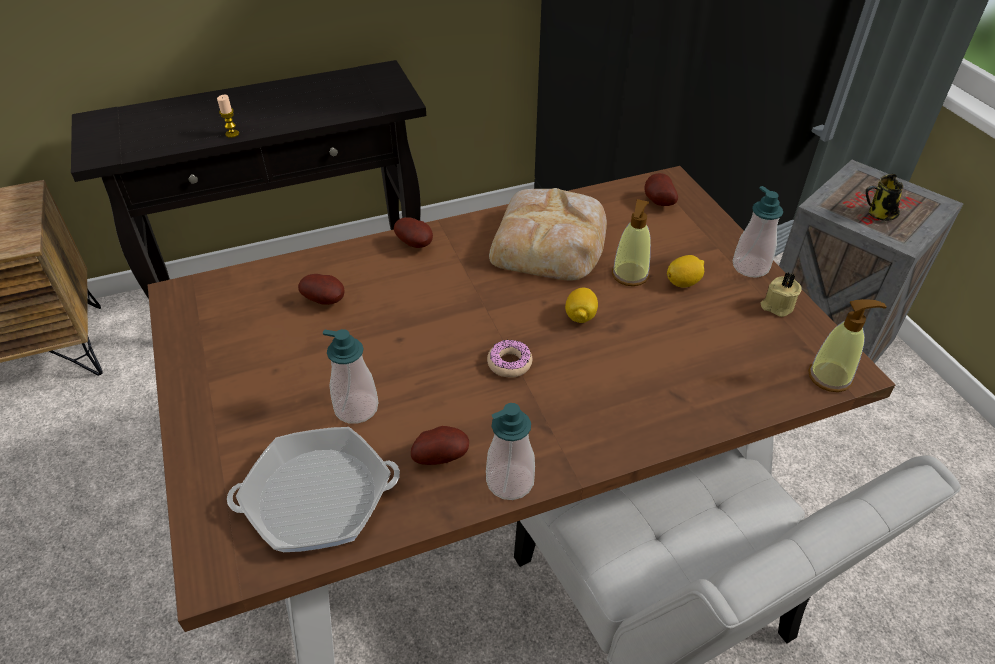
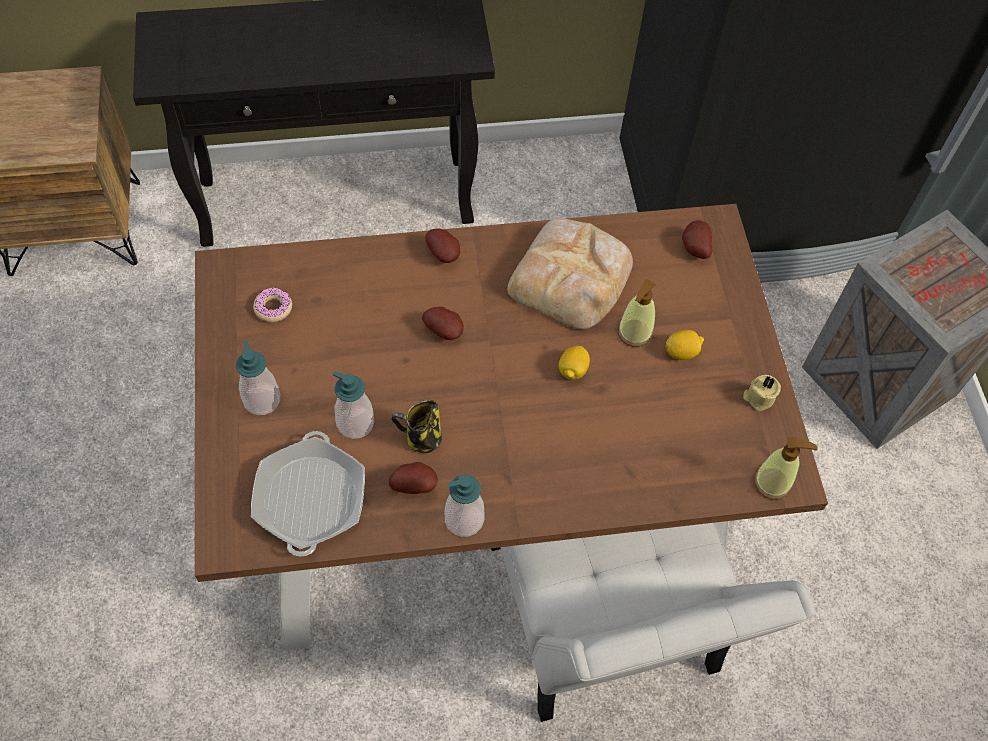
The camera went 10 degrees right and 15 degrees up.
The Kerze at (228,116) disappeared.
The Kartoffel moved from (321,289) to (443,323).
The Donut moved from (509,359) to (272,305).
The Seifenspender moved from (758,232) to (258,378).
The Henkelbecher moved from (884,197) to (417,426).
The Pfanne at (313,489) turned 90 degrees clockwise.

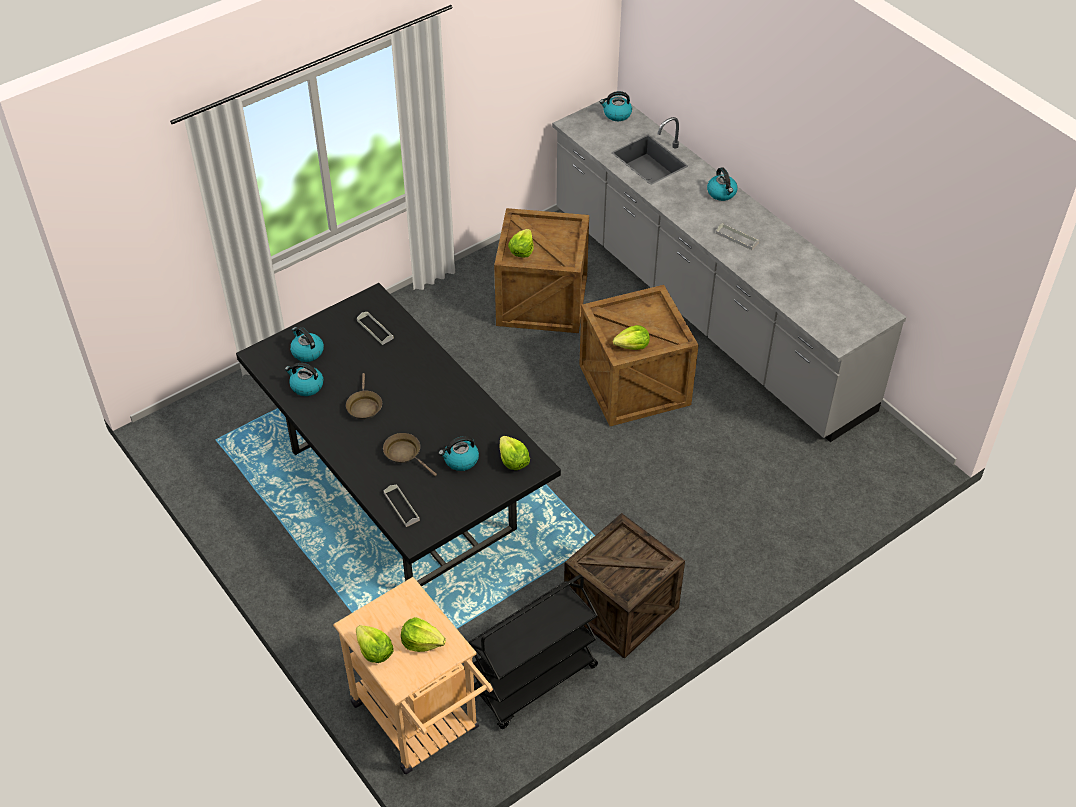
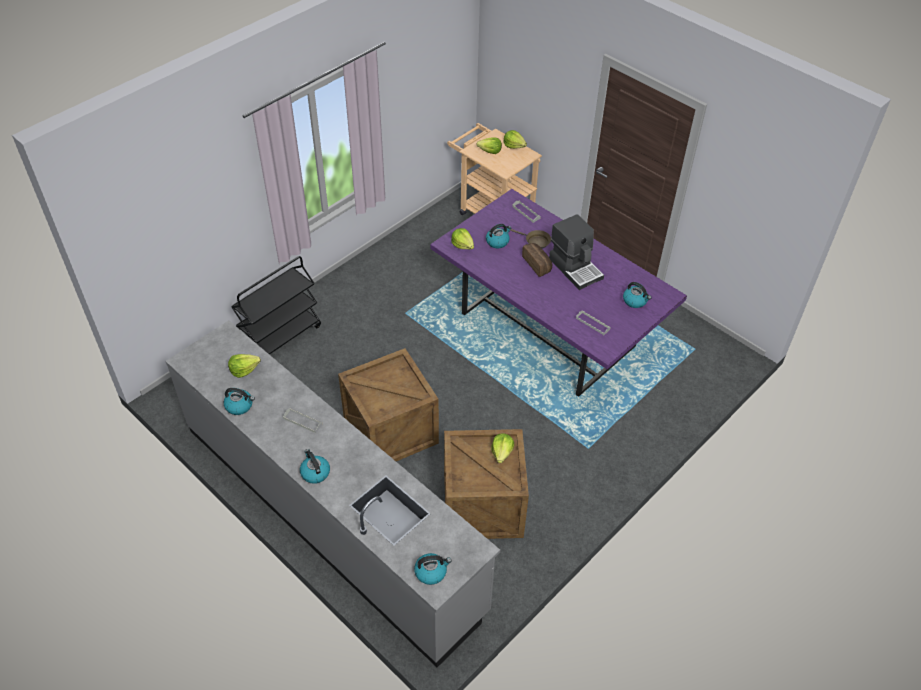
The camera went 170 degrees right and 0 degrees up.
The Kiste at (624,586) disappeared.
The Brot at (537,260) appeared.
The Wasserkessel moved from (304,379) to (239,401).
The Rollwagen/schwarz moved from (533,652) to (276,305).
The Salatkopf moved from (631,337) to (244,366).
The Pfanne/braun at (364,396) was replaced by the Kaffeemaschine at (576,252).
The Esstisch/schwarz at (398,435) became the Esstisch/lila at (558,293).

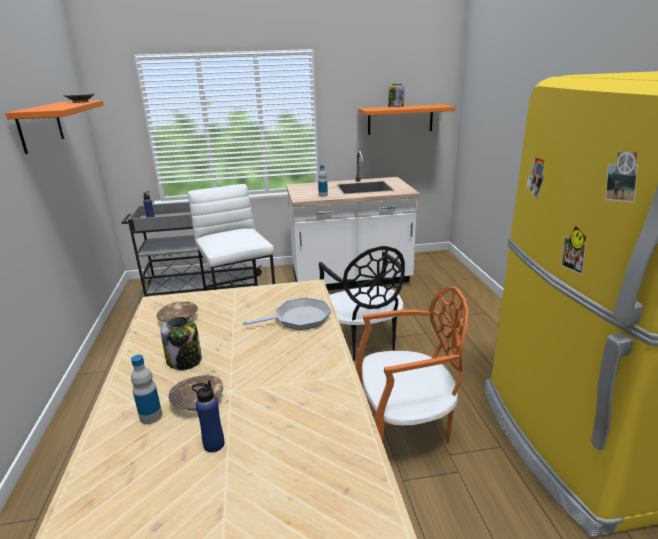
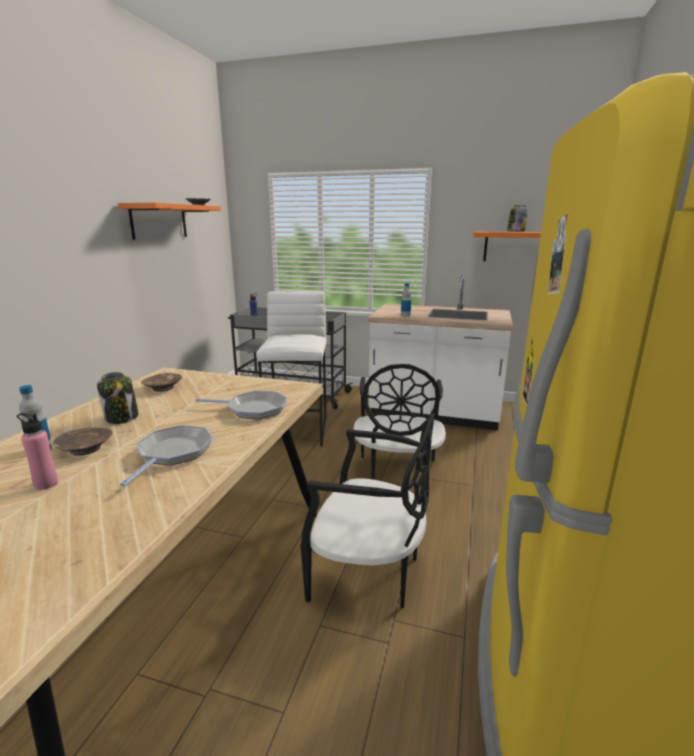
The camera went 25 degrees right and 5 degrees down.
The Pfanne at (166,456) appeared.
The Flasche/blau at (208,416) became the Flasche/rosa at (37,451).
The Stuhl/orange at (412,365) became the Stuhl/schwarz at (367,510).

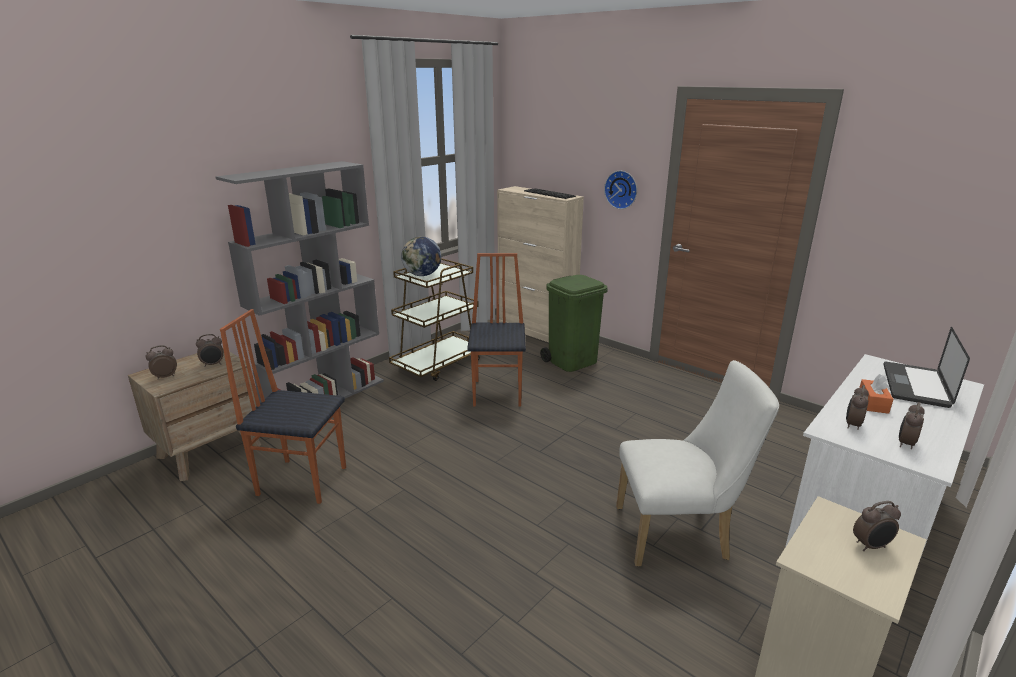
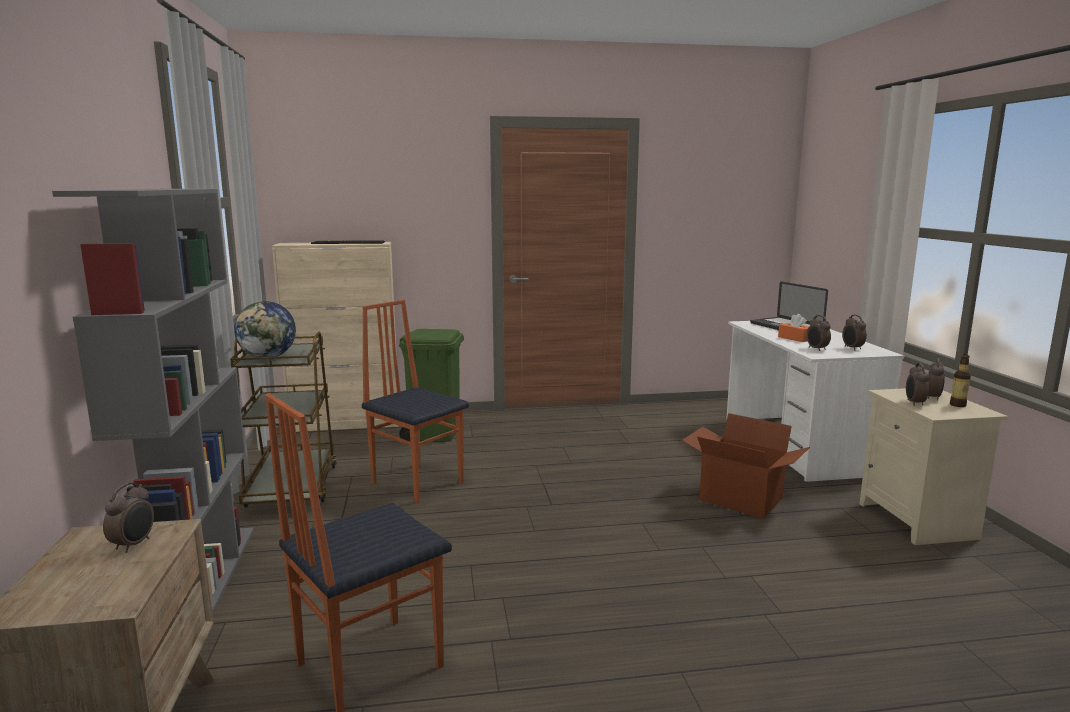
The camera went 50 degrees left and 10 degrees down.
The Wanduhr at (620,190) disappeared.
The Flasche at (960,380) appeared.
The Wecker moved from (161,362) to (917,384).
The Stuhl/weiß at (697,463) was replaced by the Karton at (746,465).

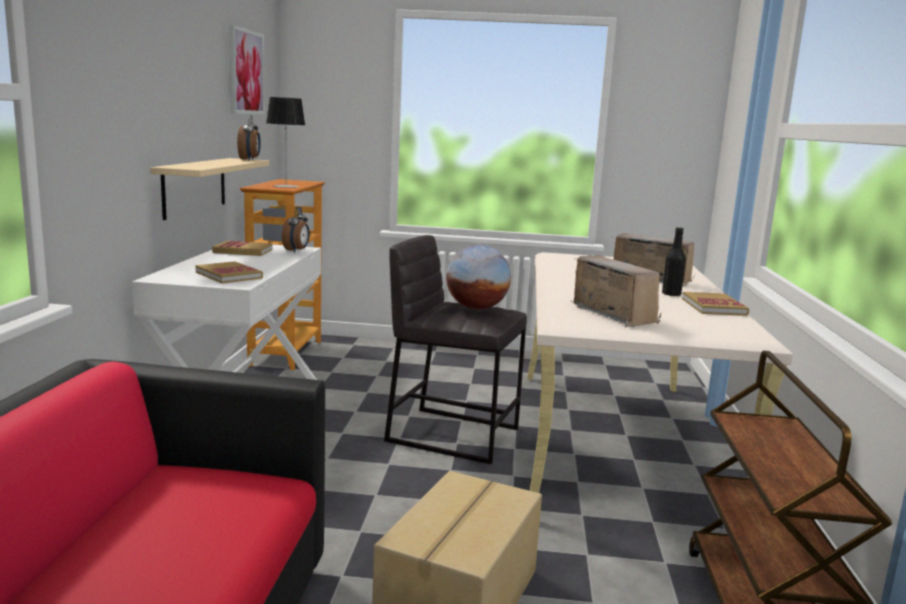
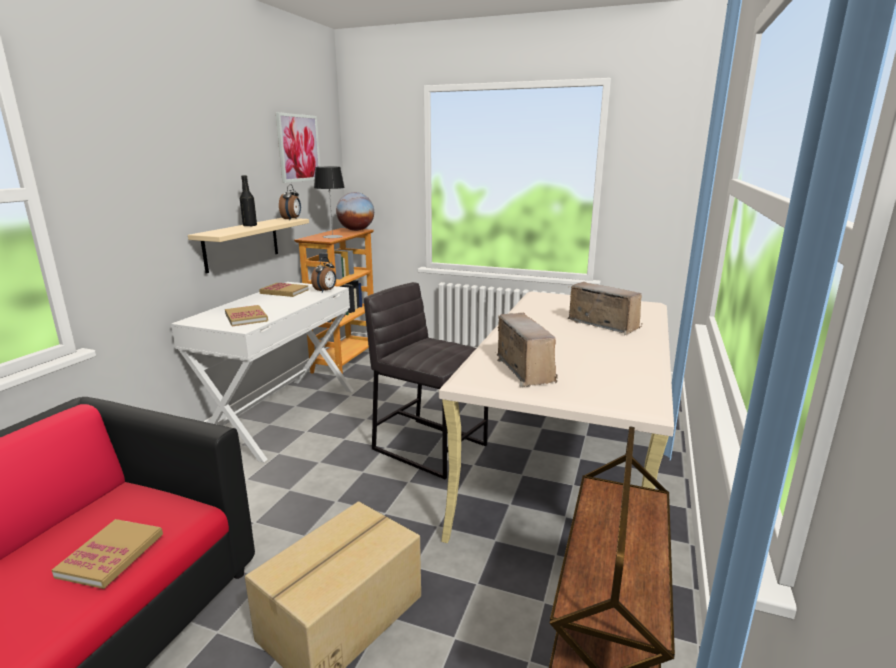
The camera went 15 degrees right and 5 degrees up.
The Globus moved from (478,277) to (355,211).
The Flasche/schwarz moved from (674,261) to (248,201).
The Buch moved from (715,304) to (107,554).

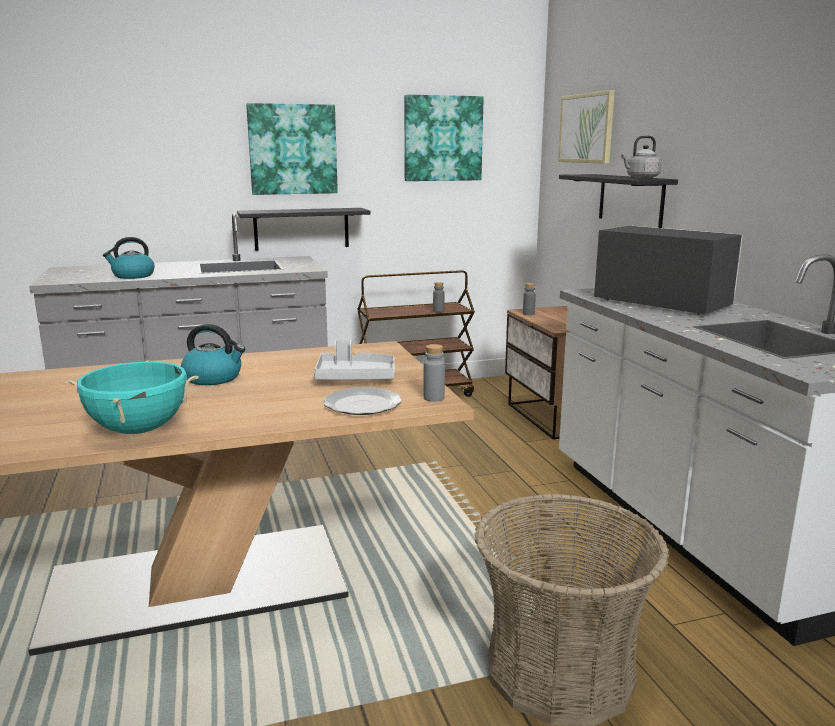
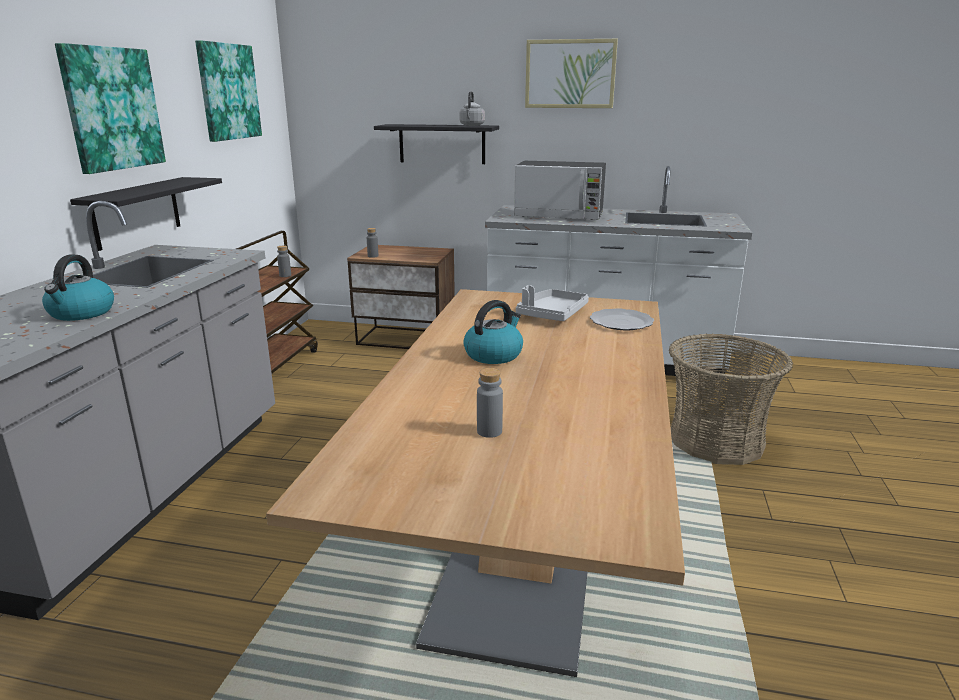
The camera went 60 degrees left and 5 degrees up.
The Kochtopf/türkis at (132,397) disappeared.
The Flasche/grau moved from (434,373) to (490,403).
The Bild moved from (586,127) to (571,73).
The Mikrowelle at (668,270) turned 150 degrees counterclockwise.

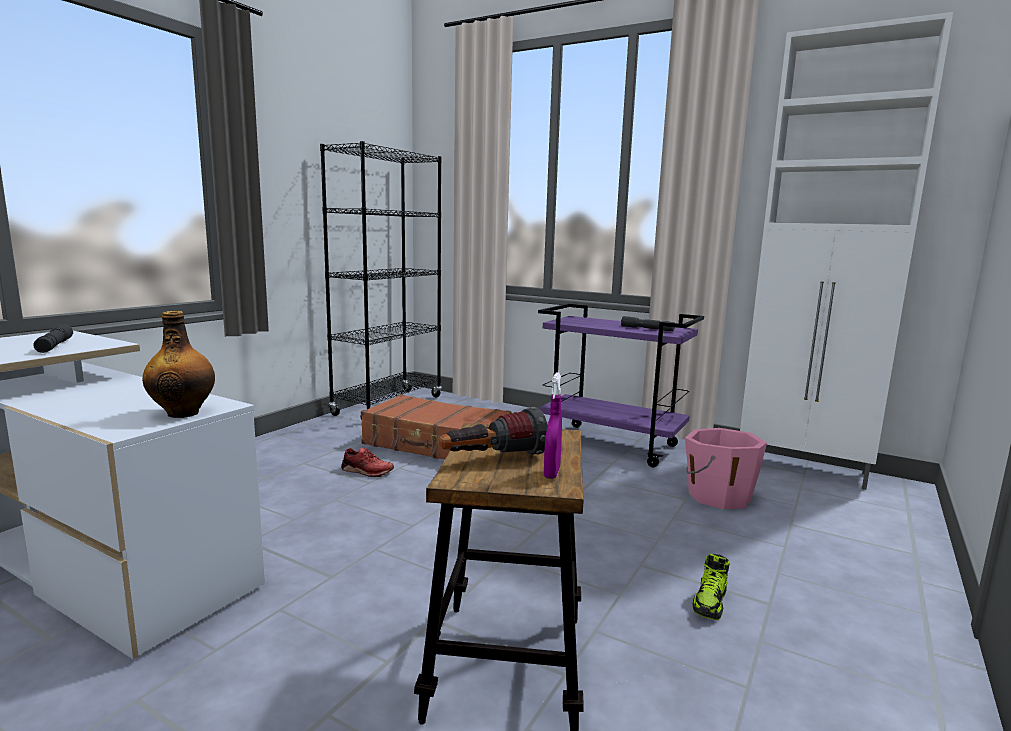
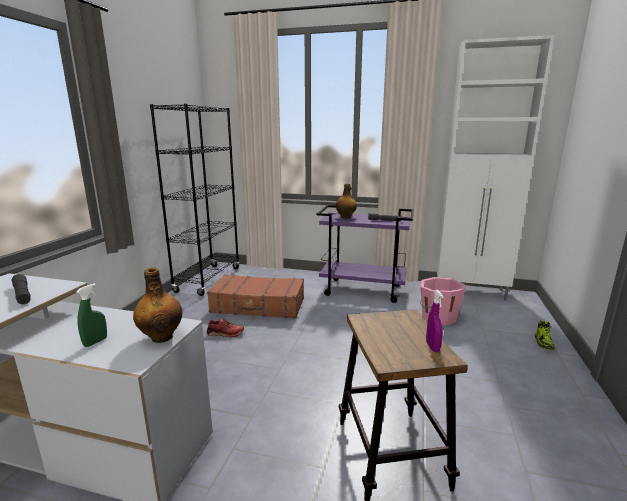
The camera went 15 degrees left and 5 degrees up.
The Taschenlampe at (493,431) disappeared.
The Sprühflasche/grün at (91,315) appeared.
The Flasche at (346,201) appeared.
The Schuh moved from (711,587) to (545,335).

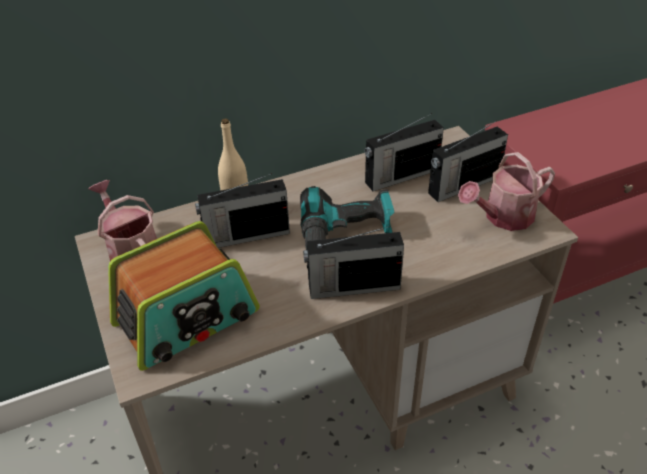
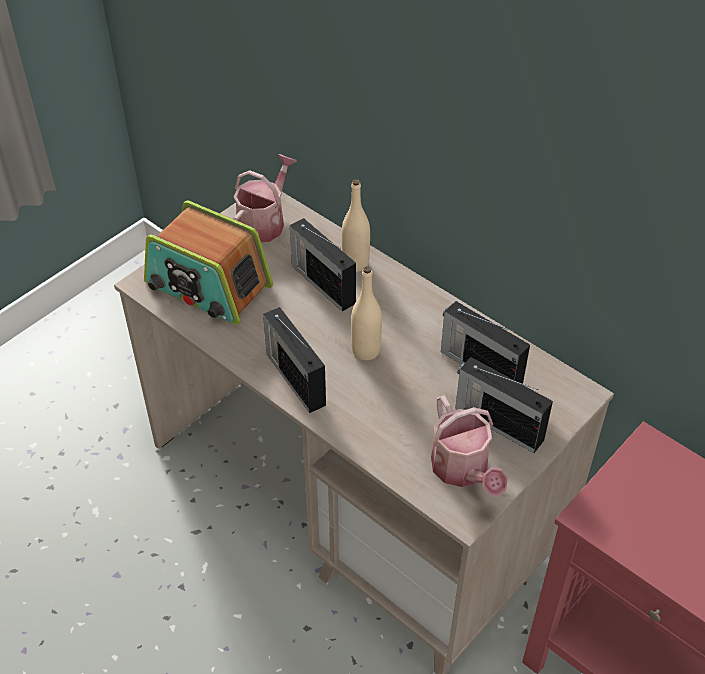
The camera went 65 degrees right and 5 degrees up.
The Bohrmaschine at (347,218) was replaced by the Flasche/beige at (366,313).
The Gießkanne at (506,191) turned 150 degrees counterclockwise.

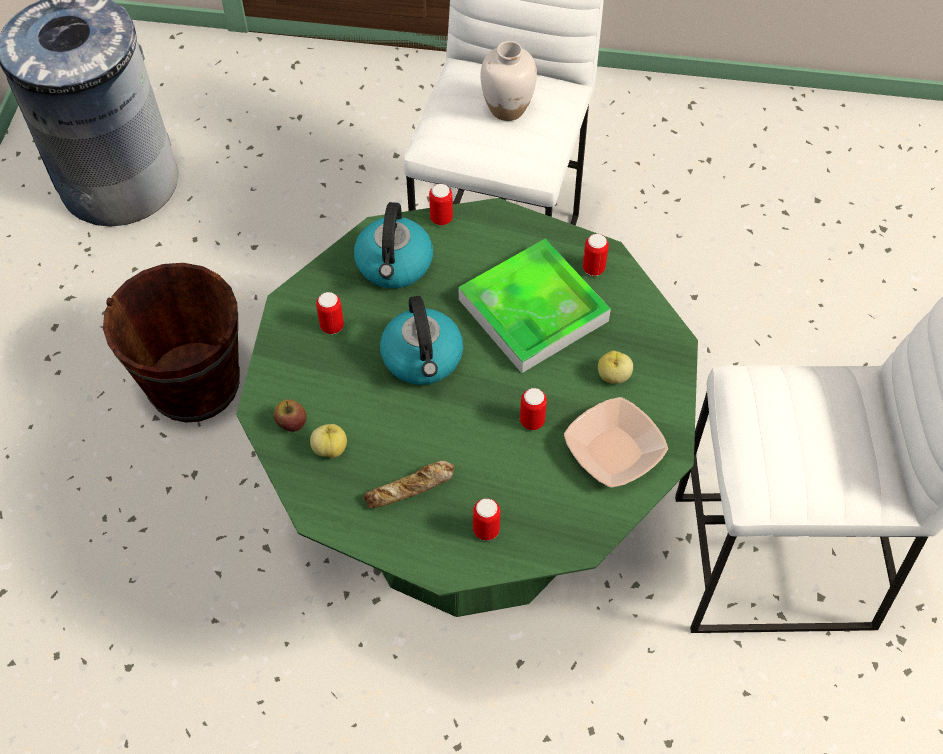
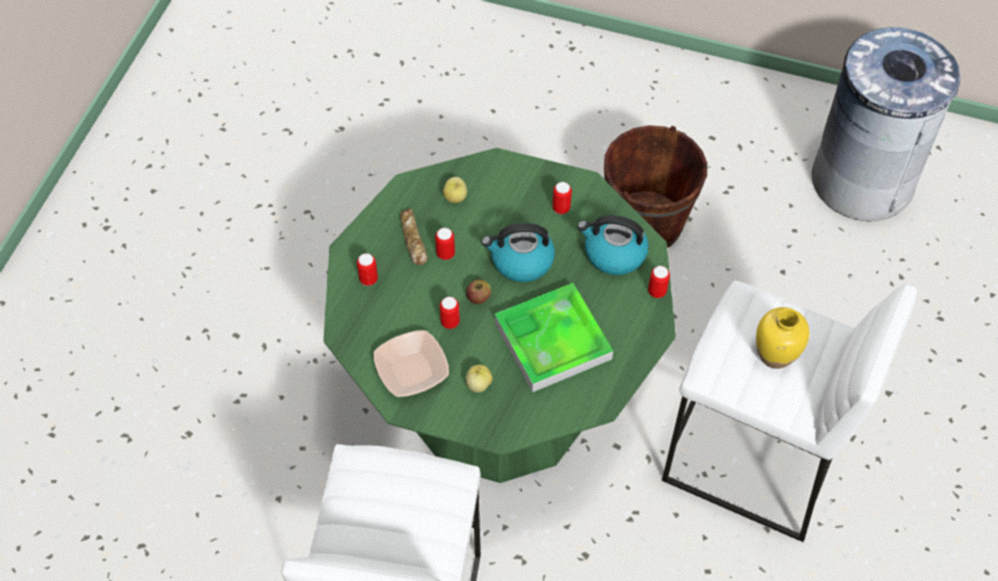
The camera went 100 degrees right and 0 degrees up.
The Apfel moved from (289,415) to (478,291).
The Dose moved from (596,255) to (445,244).
The Vase/weiß at (509,81) became the Vase/gelb at (782,338).

